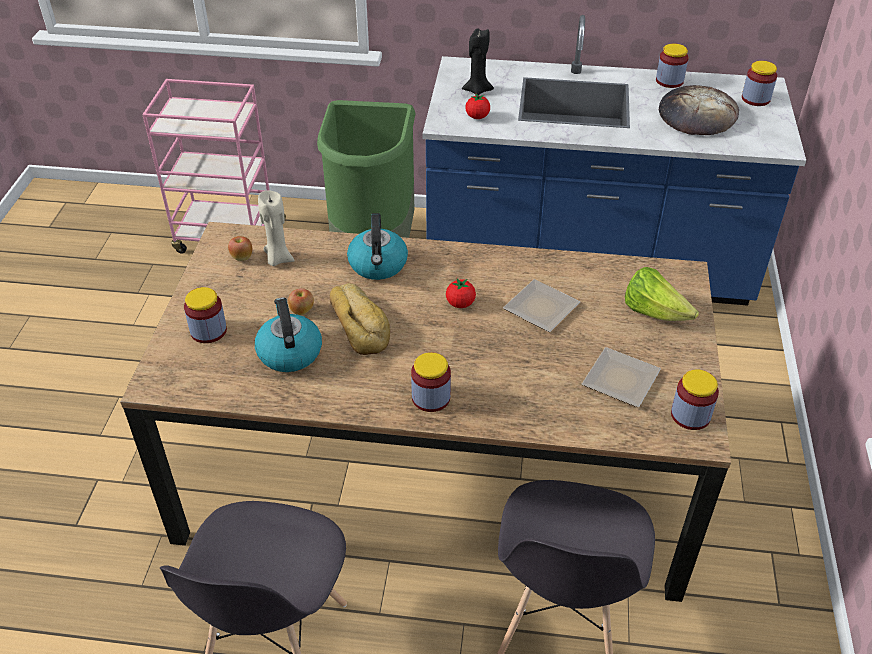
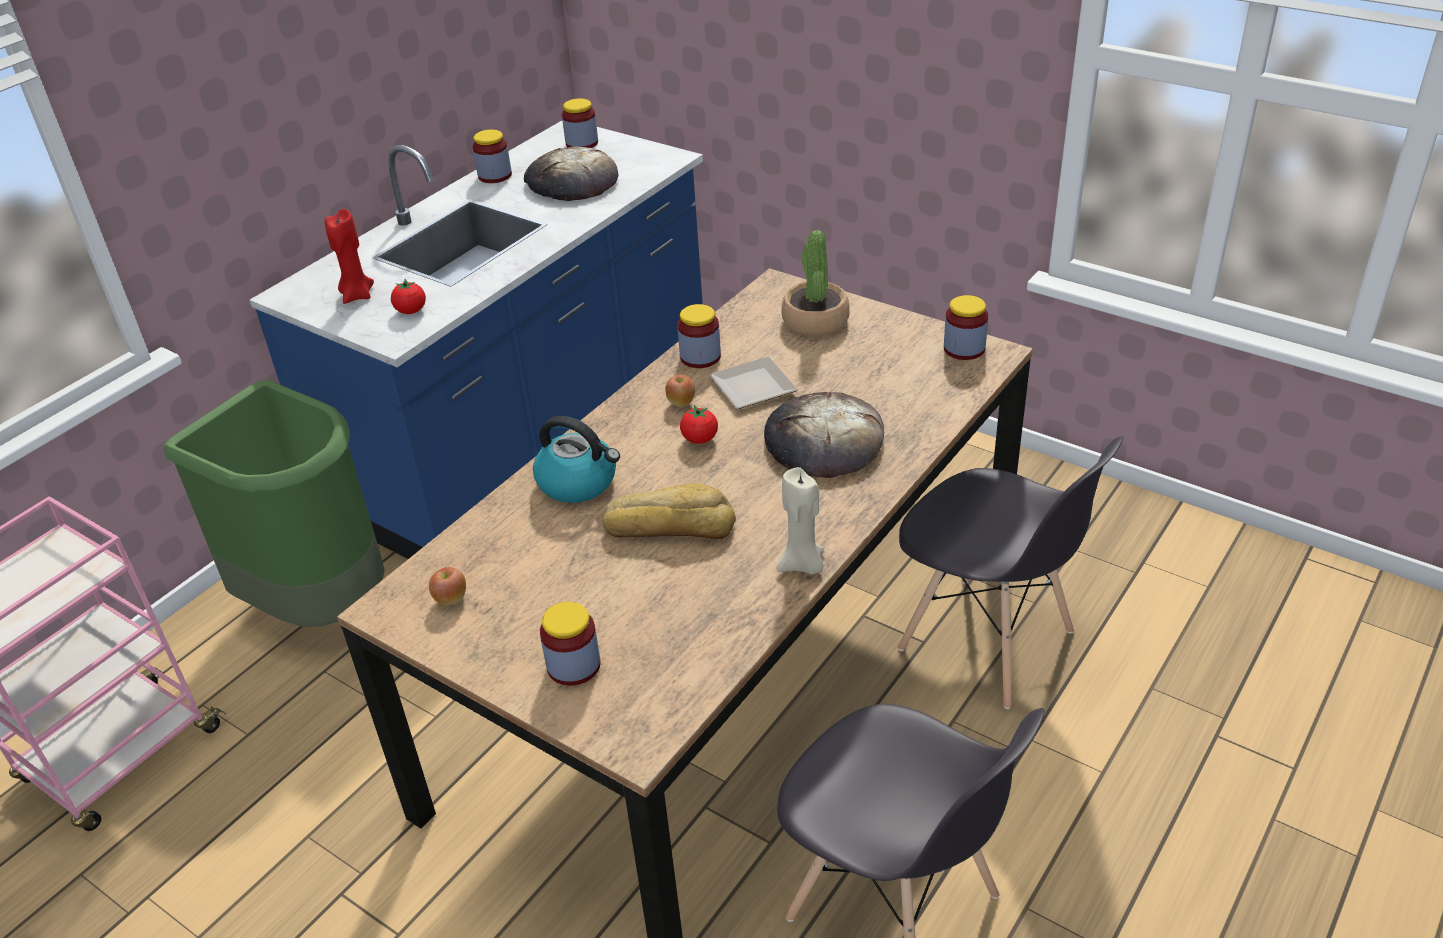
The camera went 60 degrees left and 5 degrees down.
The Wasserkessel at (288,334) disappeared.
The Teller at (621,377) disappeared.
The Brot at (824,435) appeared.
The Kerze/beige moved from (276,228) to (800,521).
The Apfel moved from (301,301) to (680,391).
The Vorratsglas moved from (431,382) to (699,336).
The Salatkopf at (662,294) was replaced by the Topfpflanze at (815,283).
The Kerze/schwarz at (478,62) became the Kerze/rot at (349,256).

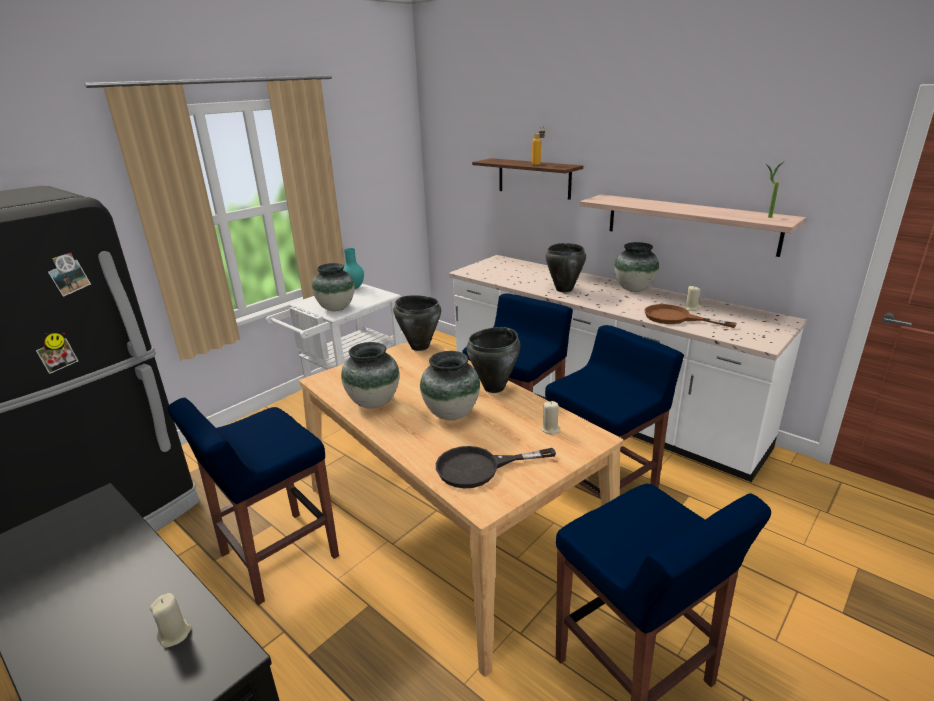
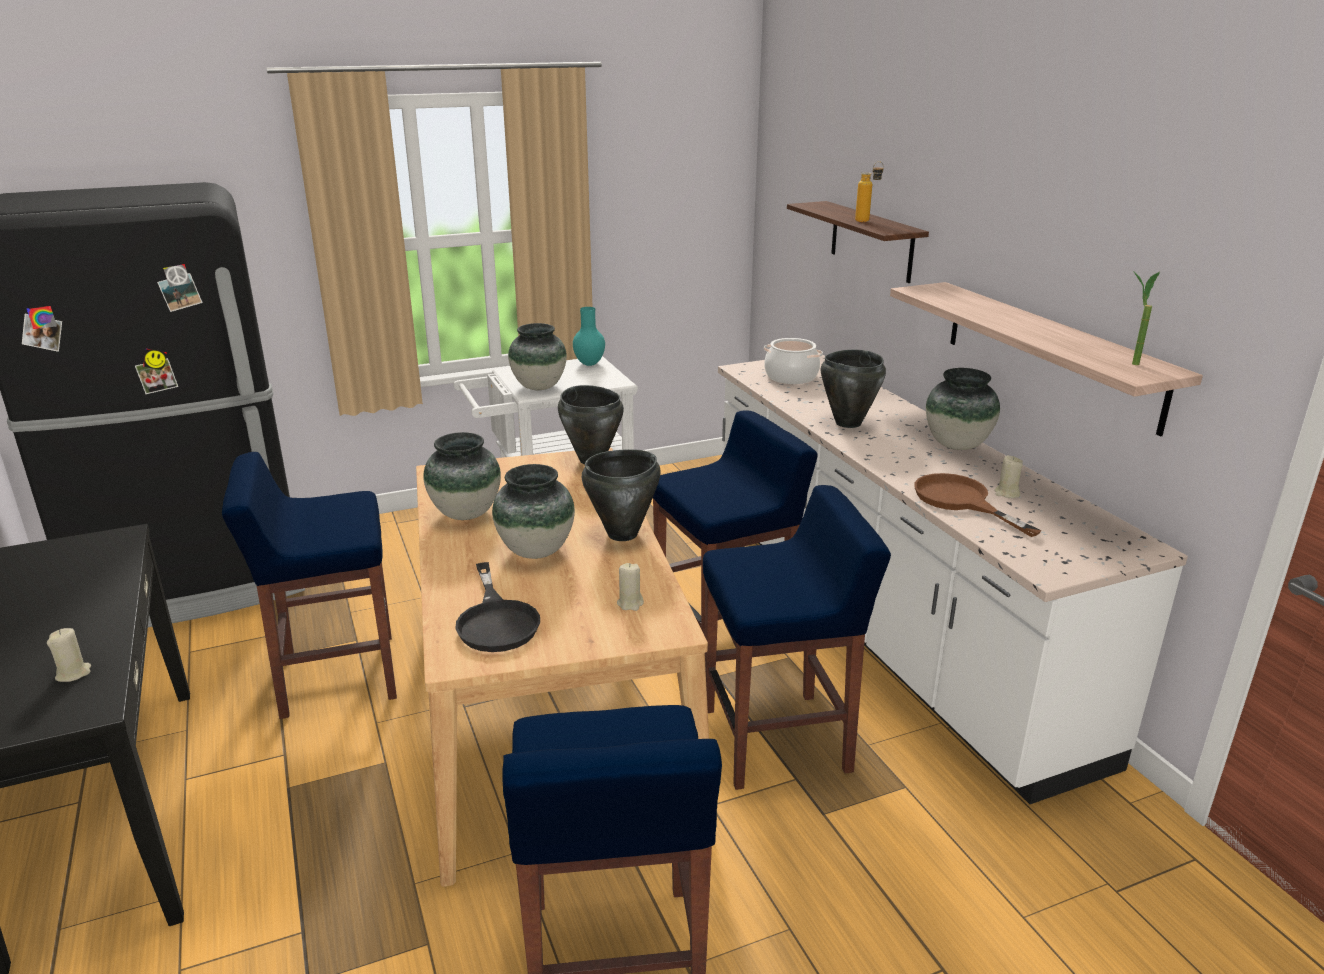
The camera went 25 degrees right and 0 degrees up.
The Kochtopf at (793,361) appeared.
The Pfanne/schwarz at (496,467) turned 120 degrees counterclockwise.

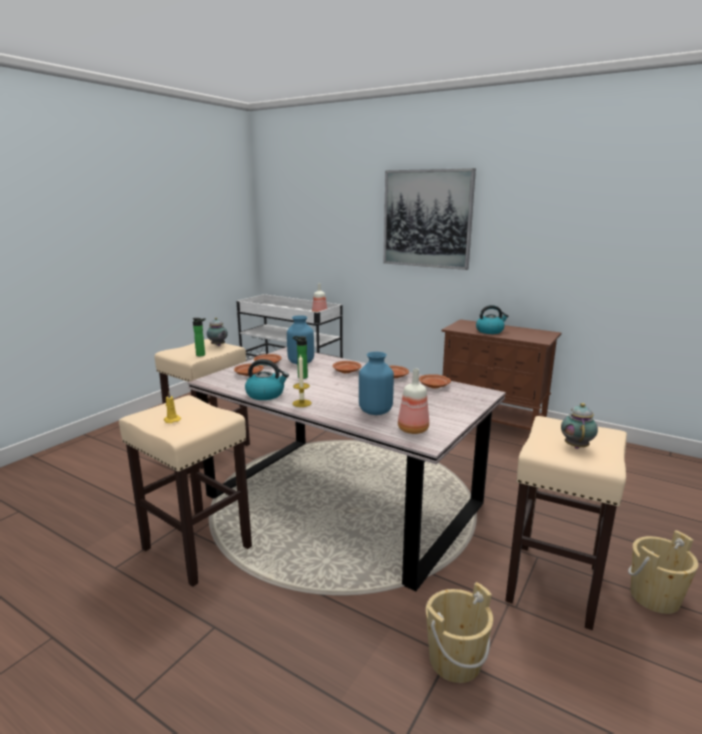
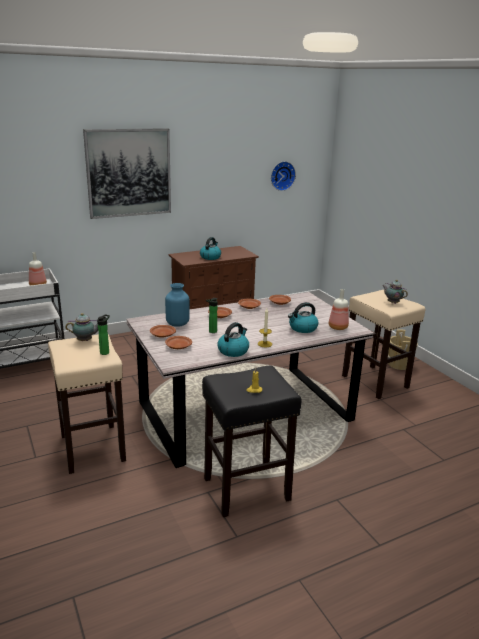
The camera went 60 degrees left and 5 degrees up.
The Eimer/beige at (459,632) disappeared.
The Wanduhr at (283,176) appeared.
The Vase/blau at (376,383) was replaced by the Wasserkessel at (303,317).
The Hocker/beige at (185,491) became the Hocker/schwarz at (252,441).

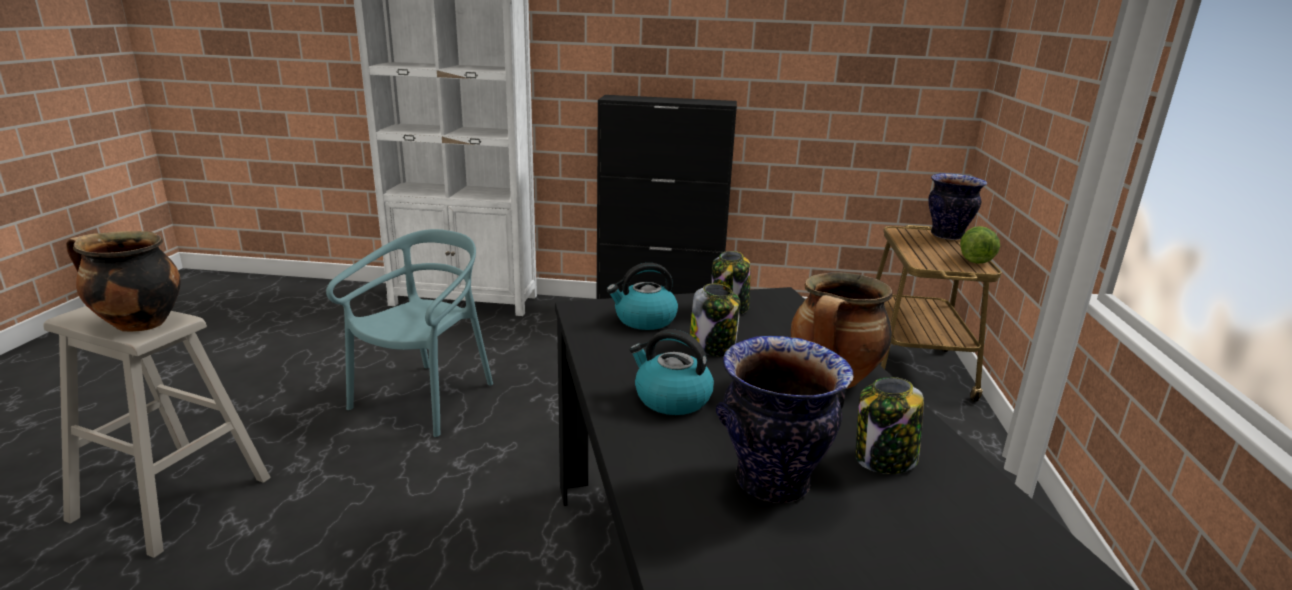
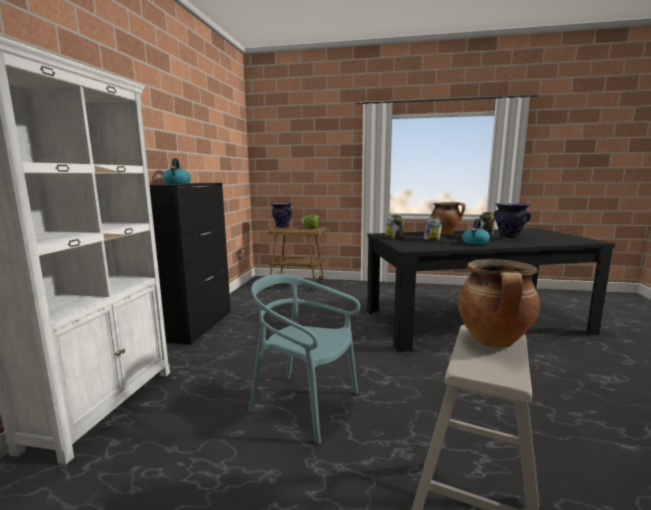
The camera went 85 degrees left and 10 degrees down.
The Wasserkessel moved from (642,296) to (177,171).

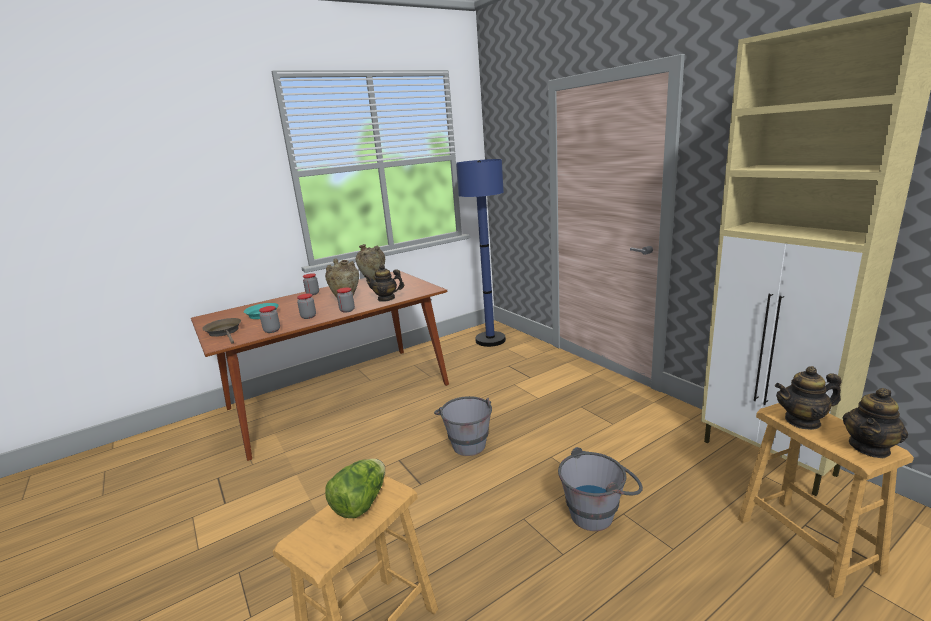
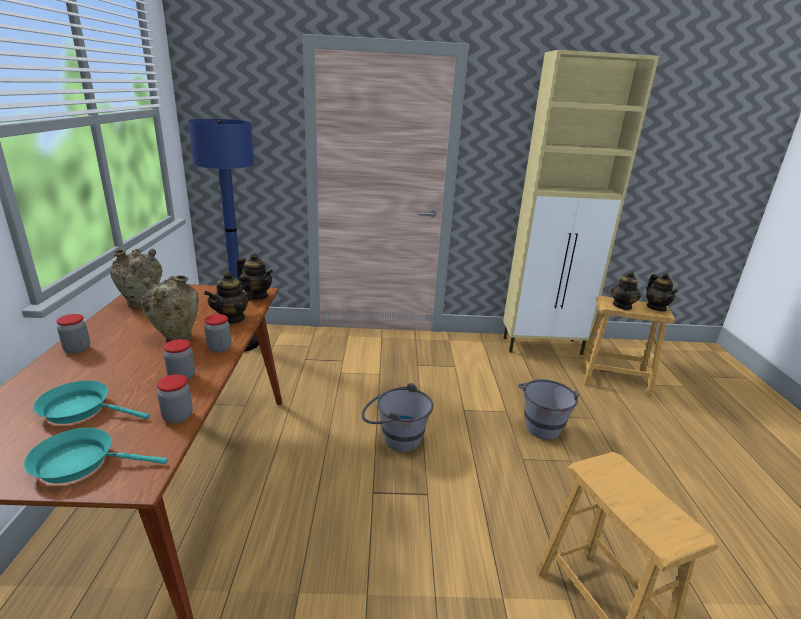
The camera went 60 degrees left and 5 degrees up.
The Salatkopf at (355,488) disappeared.
The Teekanne at (255,276) appeared.
The Pfanne/braun at (221,331) became the Pfanne/türkis at (96,455).

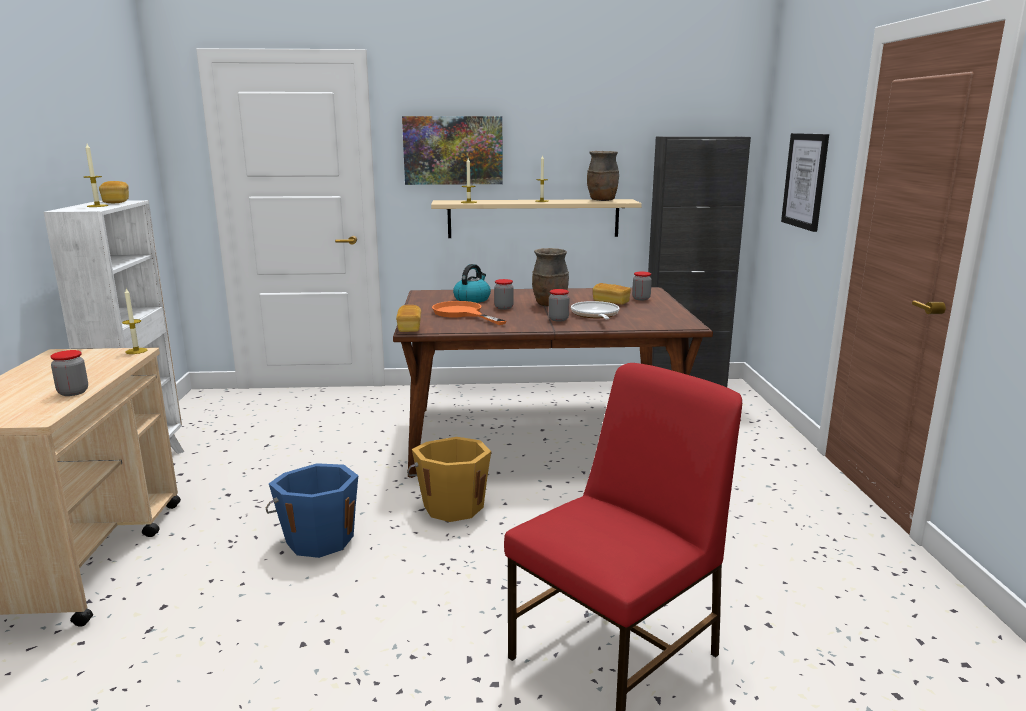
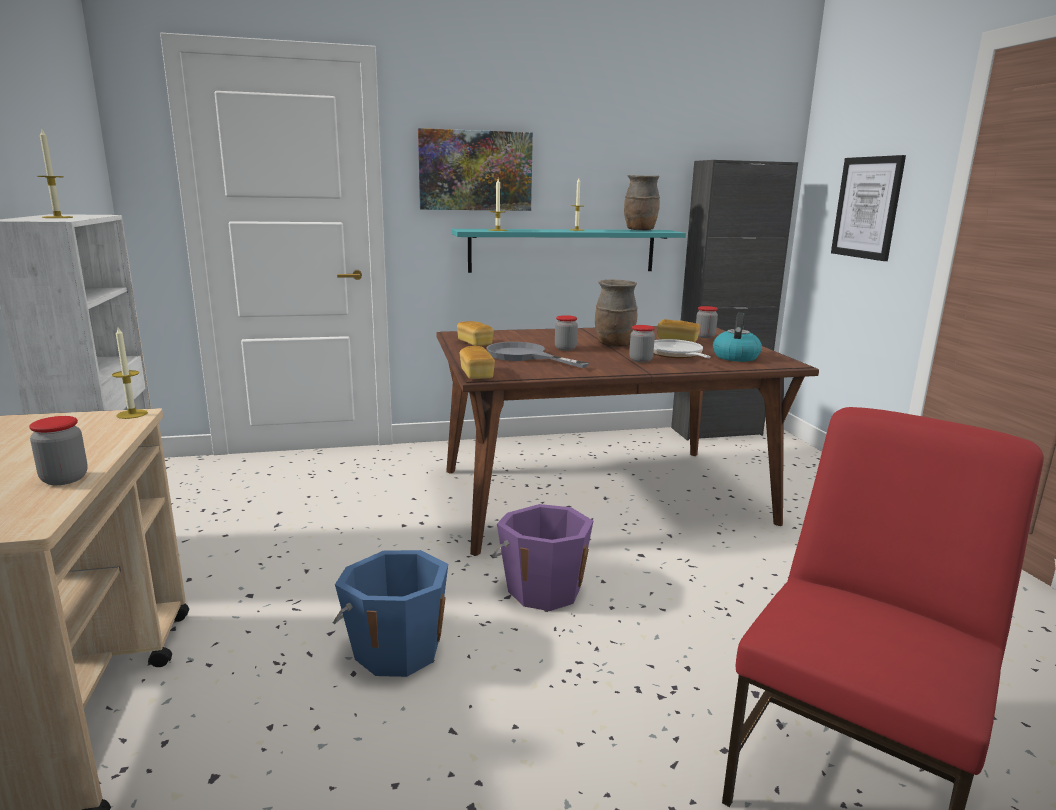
The camera went 10 degrees left and 0 degrees up.
The Brot moved from (114,192) to (475,333).
The Wasserkessel moved from (472,283) to (737,337).
The Eimer/orange at (449,479) became the Eimer/lila at (543,557).
The Wandregal/beige at (536,218) became the Wandregal/türkis at (568,251).
The Pfanne/orange at (469,313) became the Pfanne/grau at (537,355).

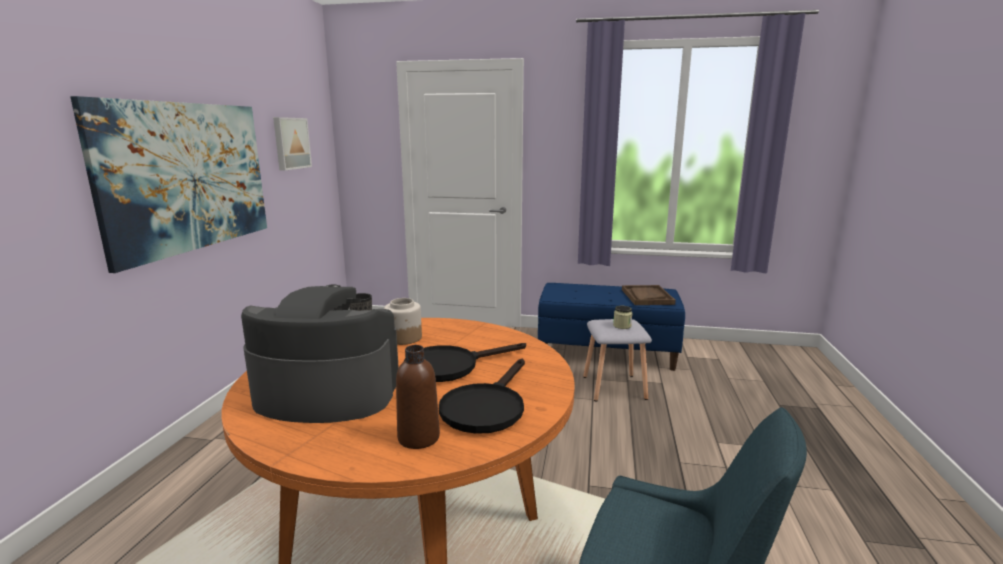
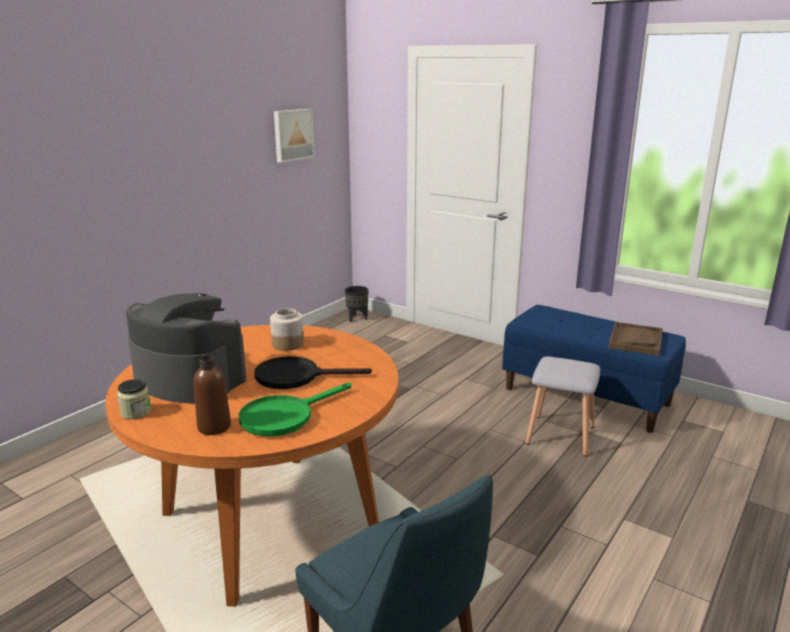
The camera went 25 degrees right and 5 degrees up.
The Bild at (168,184) disappeared.
The Vorratsglas moved from (622,317) to (134,399).
The Pfanne/schwarz at (482,396) became the Pfanne/grün at (295,409).

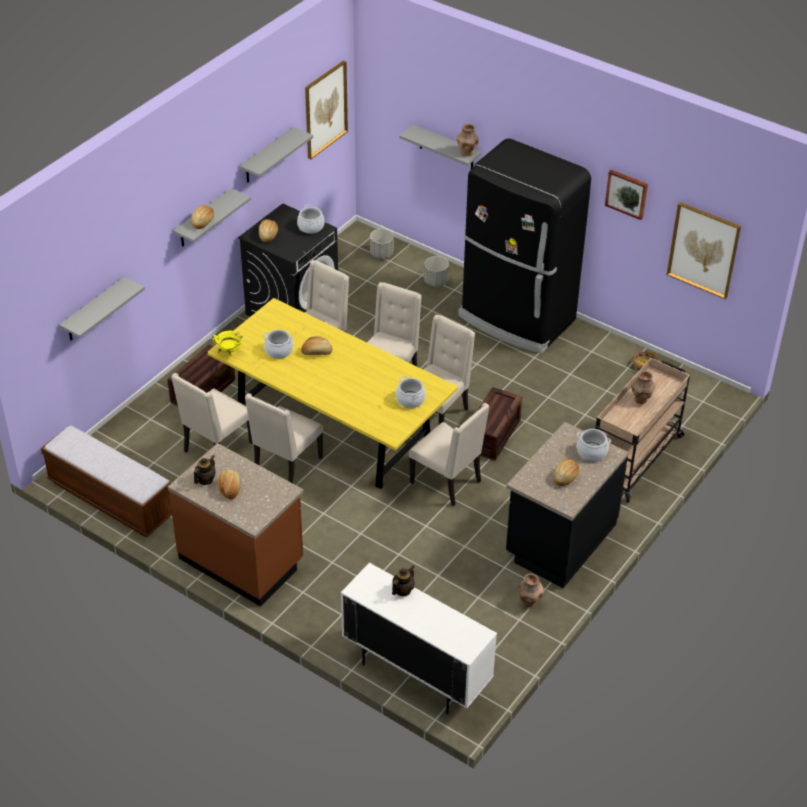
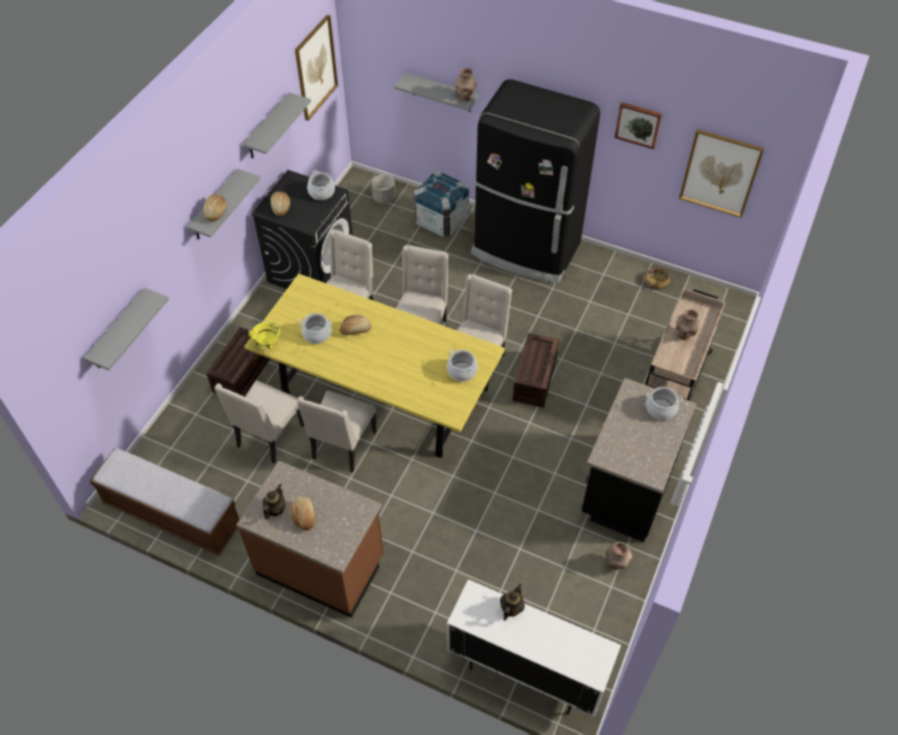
The camera went 10 degrees left and 10 degrees up.
The Stuhl/beige at (449,454) disappeared.
The Brot at (566,472) disappeared.
The Pflanzkübel/grau at (436,271) was replaced by the Kiste at (441,204).

